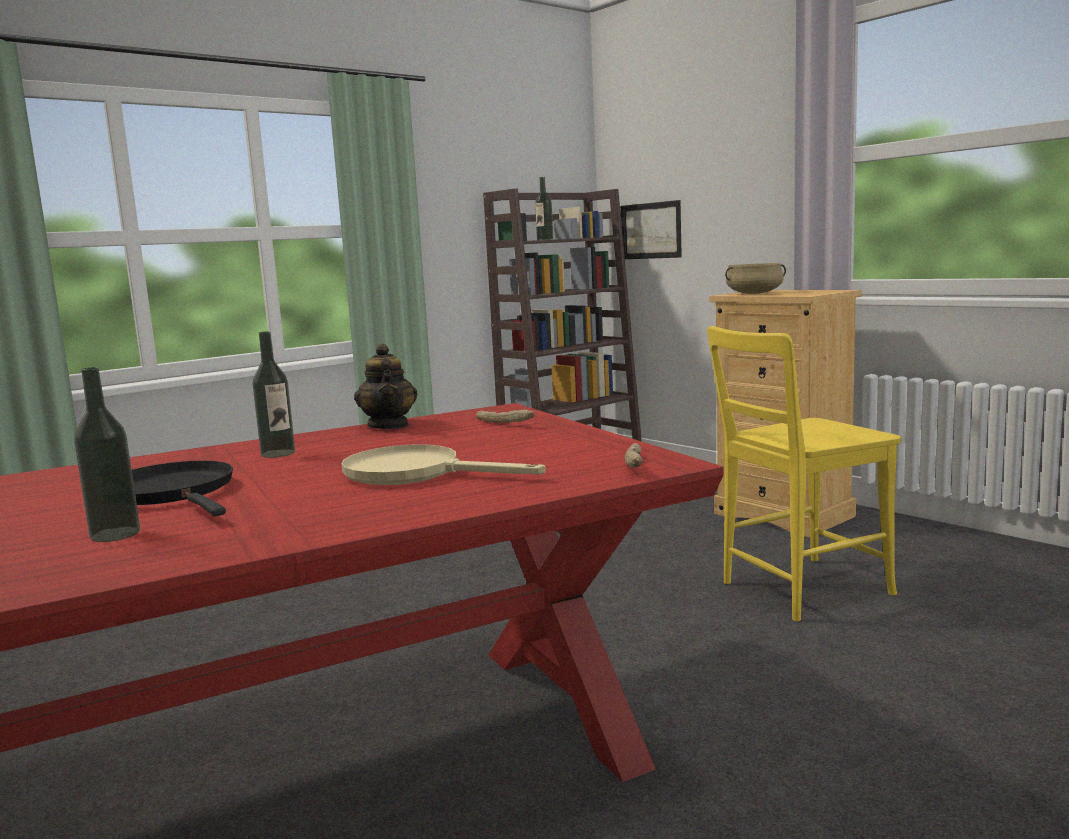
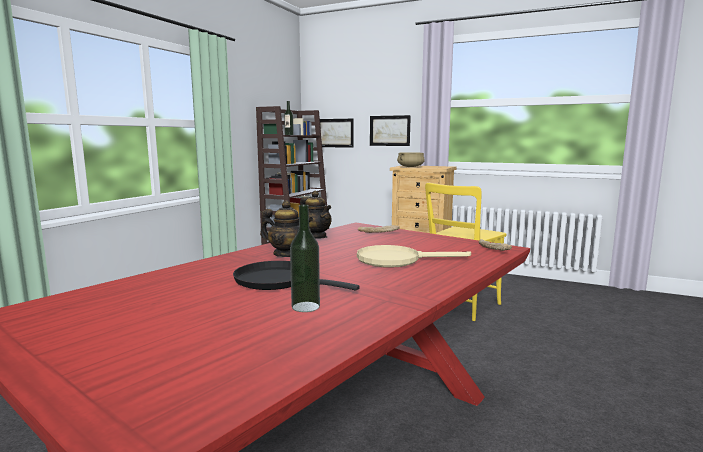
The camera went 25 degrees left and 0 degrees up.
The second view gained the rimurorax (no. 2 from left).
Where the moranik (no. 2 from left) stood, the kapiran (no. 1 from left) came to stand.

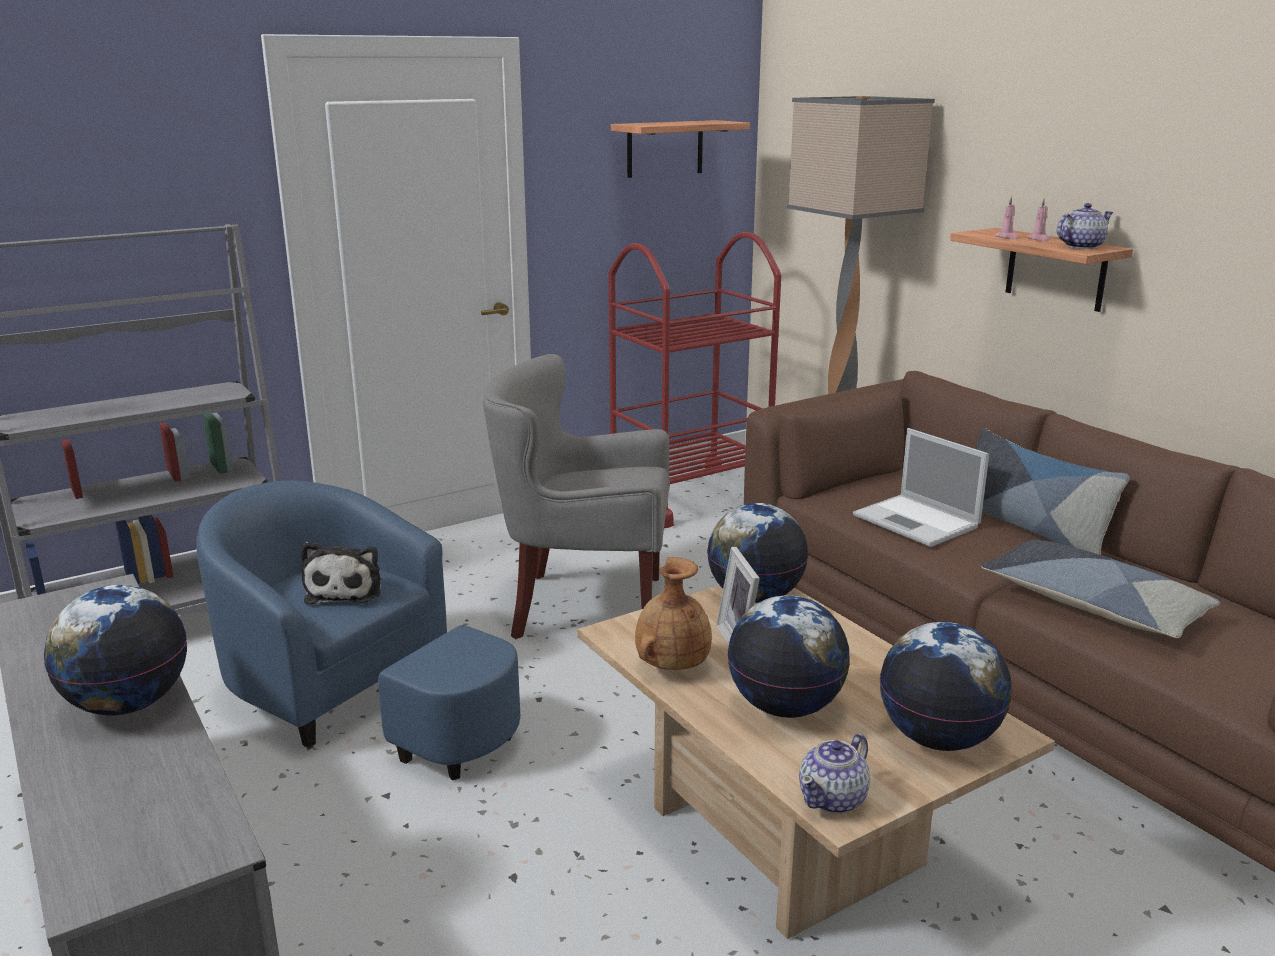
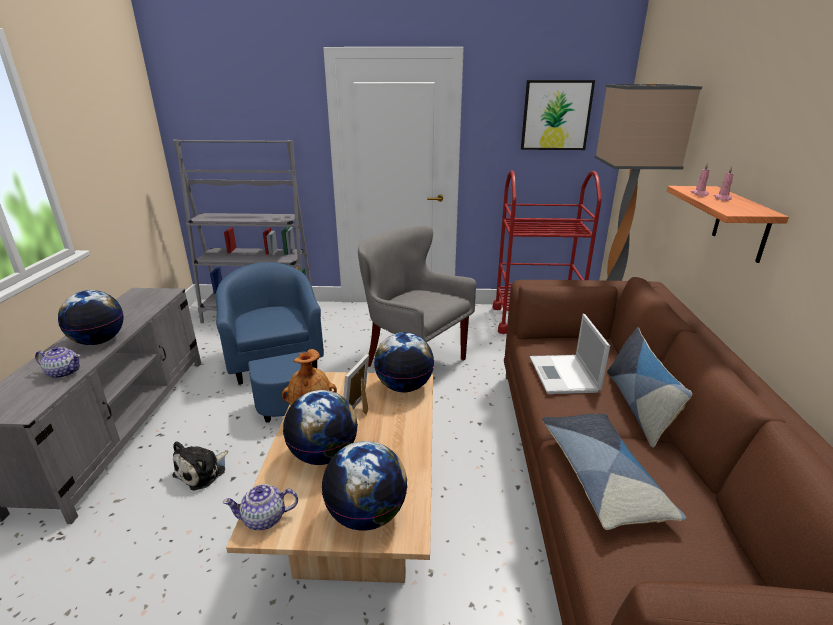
The camera went 35 degrees right and 5 degrees up.
The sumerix ended up elsewhere.
The kapiran (no. 2 from left in the first image) ended up elsewhere.
Where the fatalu (no. 1 from left) hung, the rimurorax came to hang.

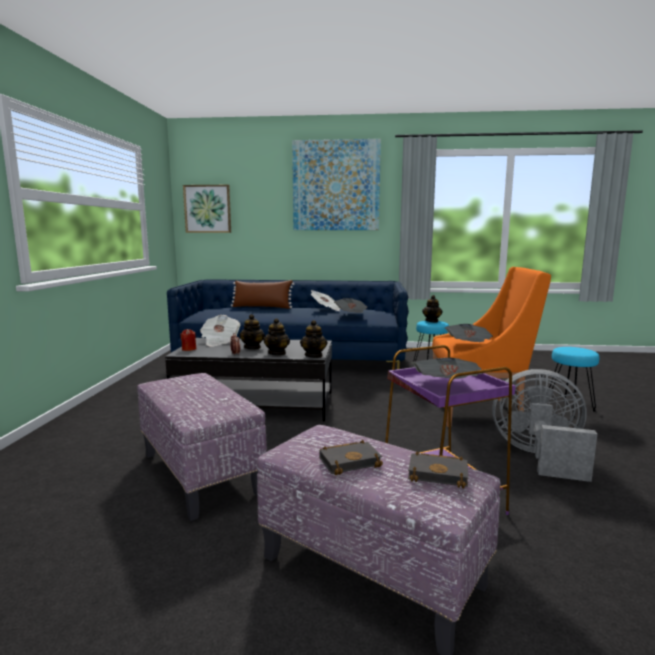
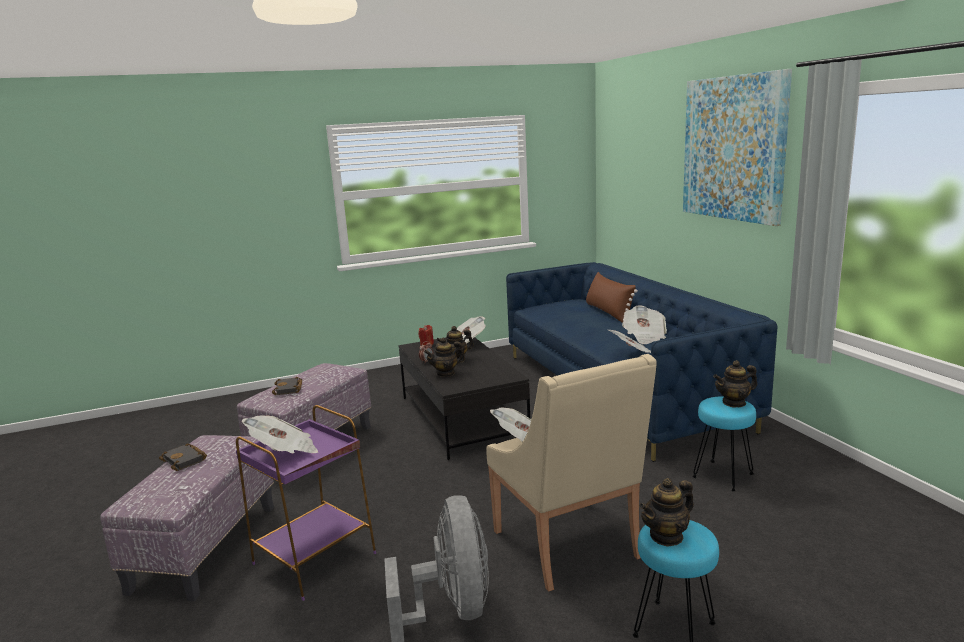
The camera went 65 degrees right and 5 degrees up.
The second view lost the rimurorax (no. 1 from left).
The kapiran (no. 3 from left) ended up elsewhere.
The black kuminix (no. 2 from left) ended up elsewhere.
What was the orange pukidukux turned into the beige pukidukux.

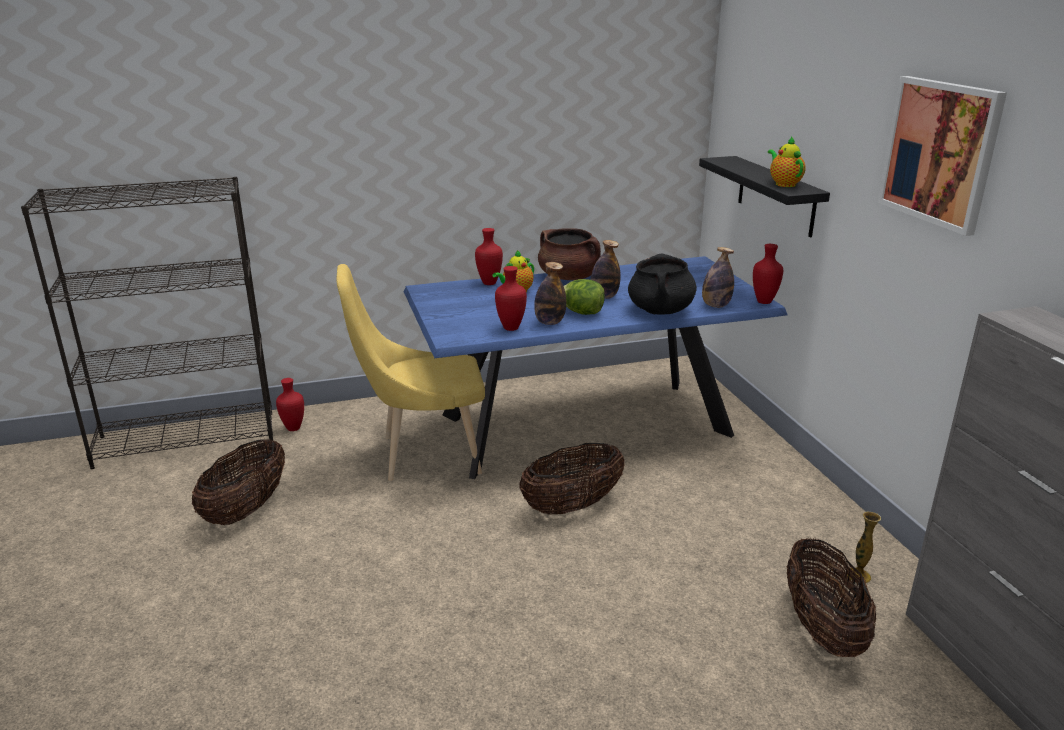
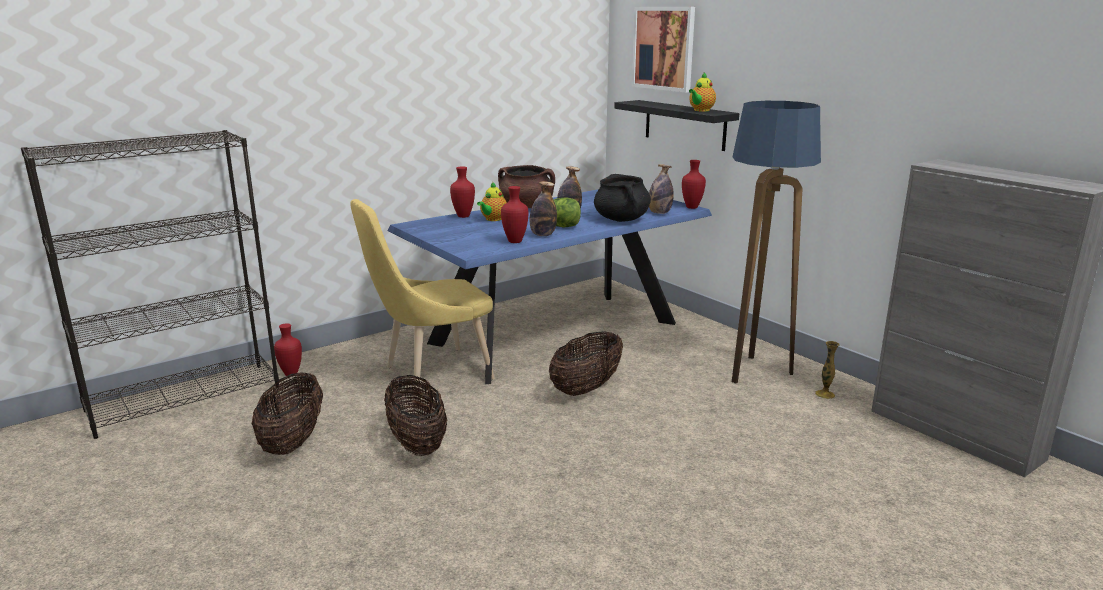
The camera went 20 degrees left and 5 degrees down.
The second view gained the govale.
The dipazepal (no. 3 from left in the first image) ended up elsewhere.
The rimurorax ended up elsewhere.
The kapiran (no. 2 from left) ended up facing another way, 105 degrees counterclockwise from before.

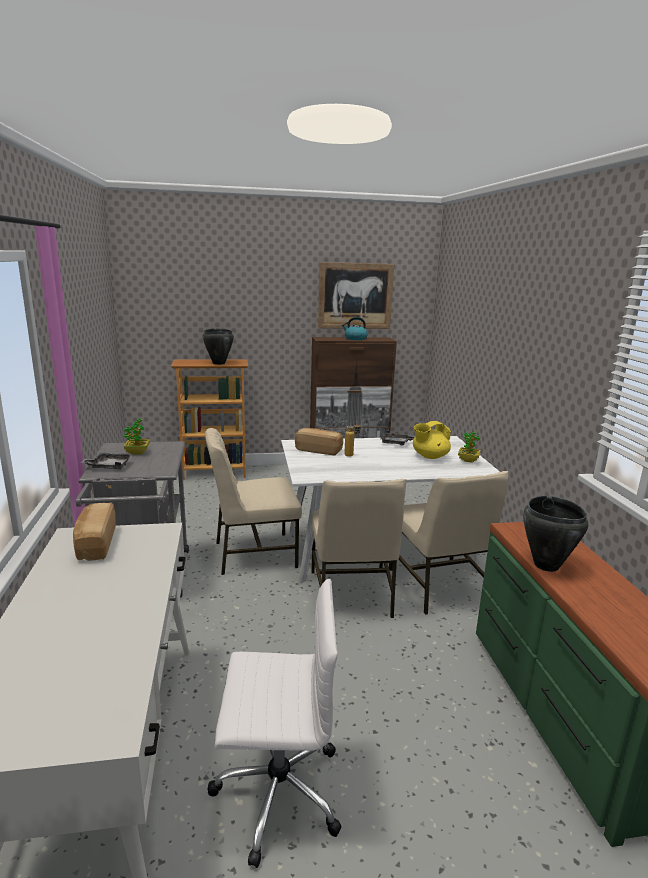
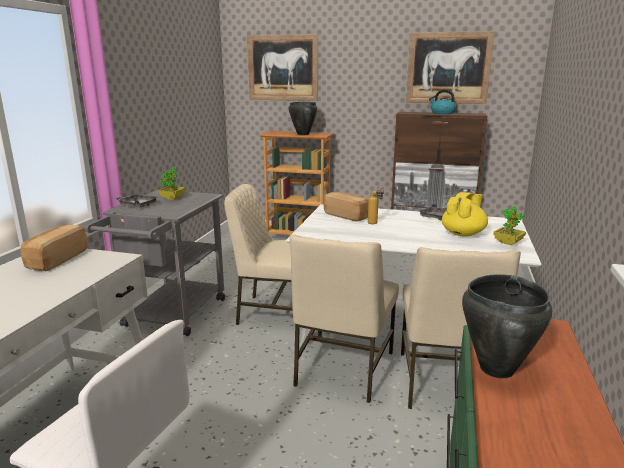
The camera went 25 degrees right and 0 degrees up.
The second view gained the rimurorax (no. 1 from left).
The yellow kapiran ended up facing another way, 135 degrees clockwise from before.

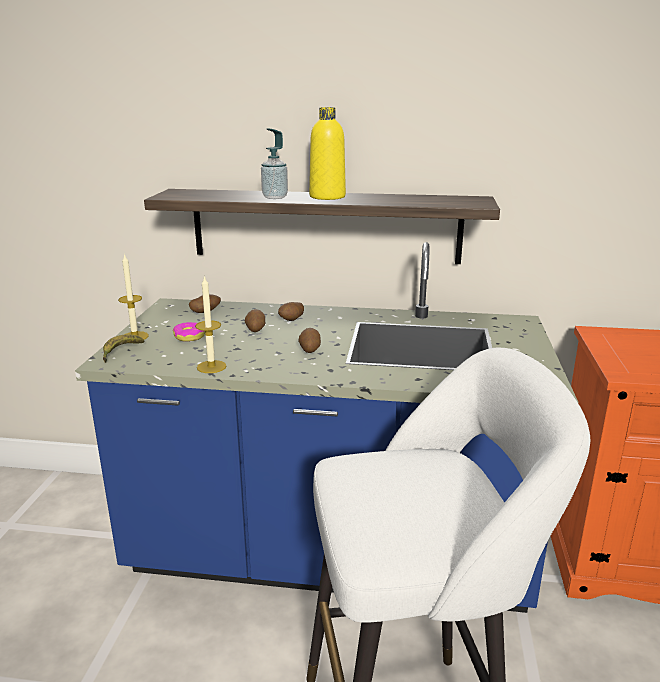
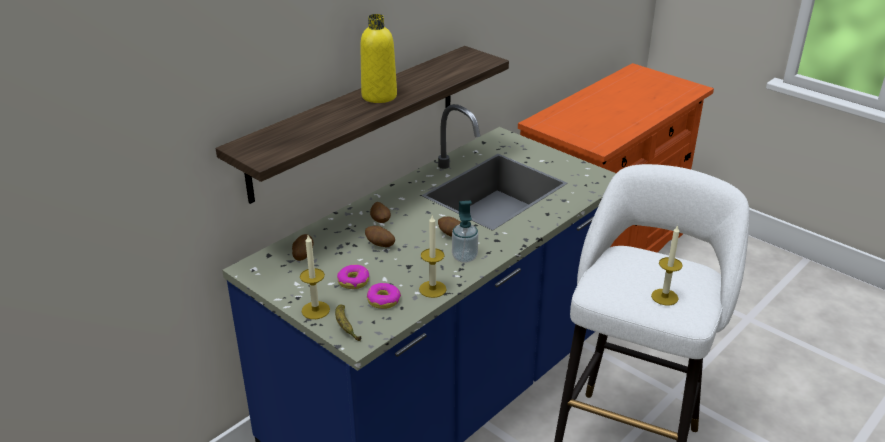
The camera went 55 degrees left and 10 degrees up.
The second view gained the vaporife (no. 2 from left).
The second view gained the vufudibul (no. 3 from left).
The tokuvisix ended up elsewhere.

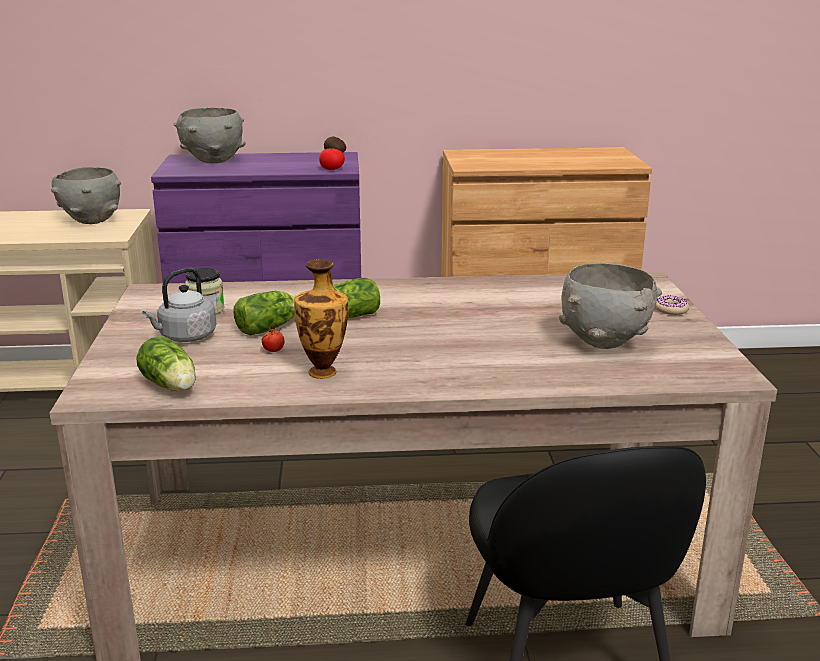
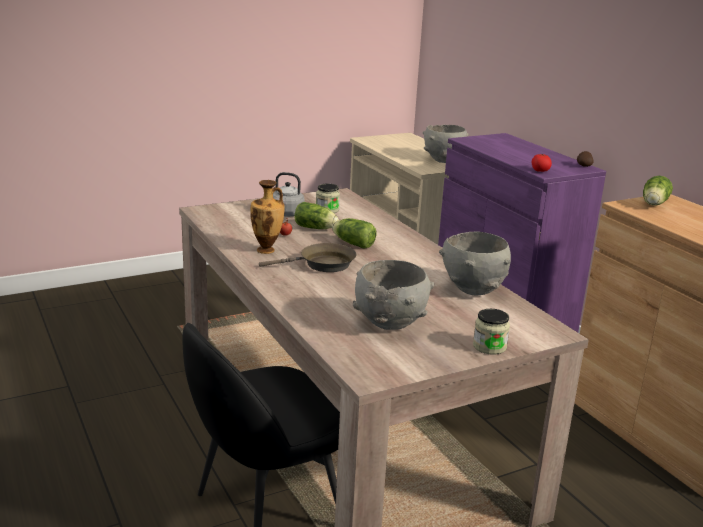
The camera went 65 degrees right and 0 degrees up.
The second view gained the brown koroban.
The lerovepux (no. 1 from left in the first image) ended up elsewhere.
The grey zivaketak (no. 2 from left in the first image) ended up elsewhere.
Where the vaporife stood, the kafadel (no. 2 from left) came to stand.

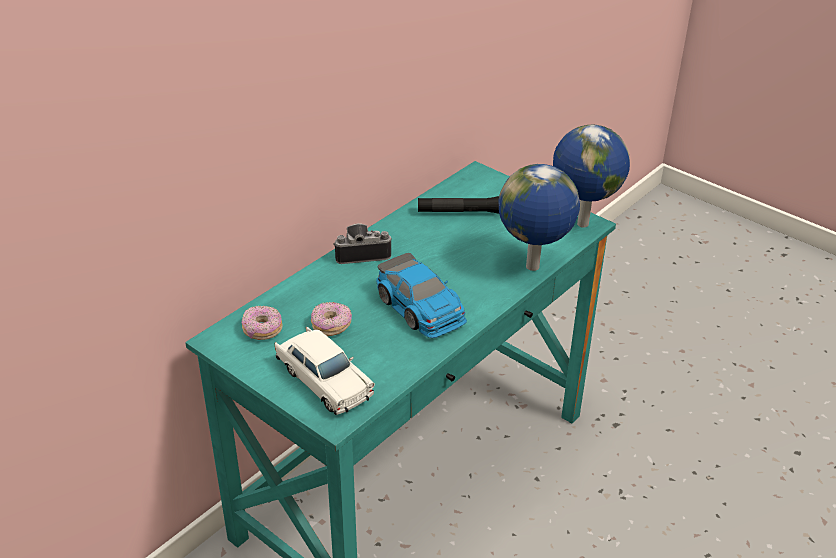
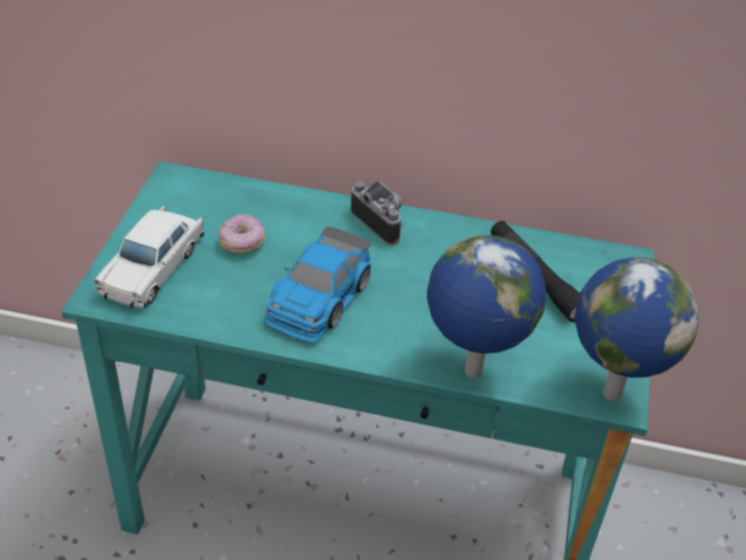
The camera went 60 degrees right and 5 degrees up.
The second view lost the vaporife (no. 1 from left).

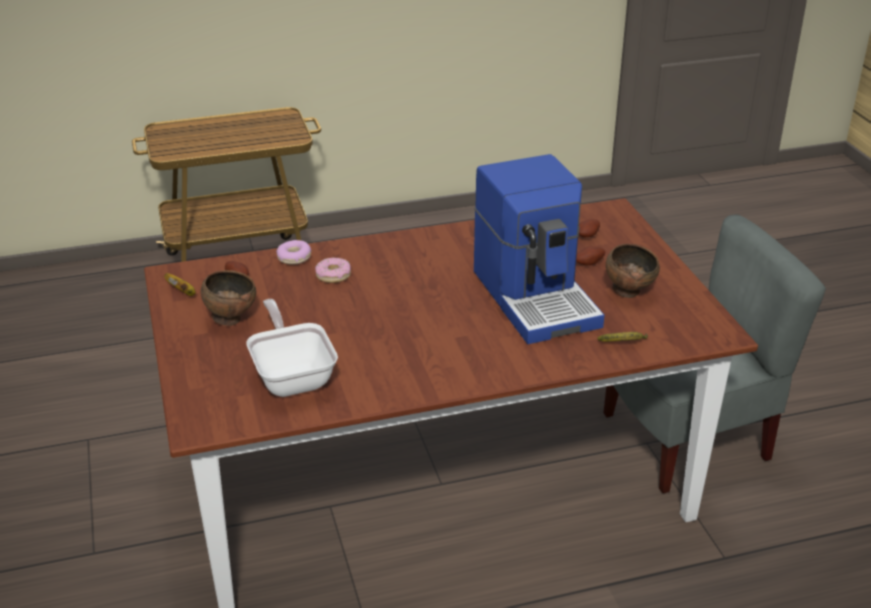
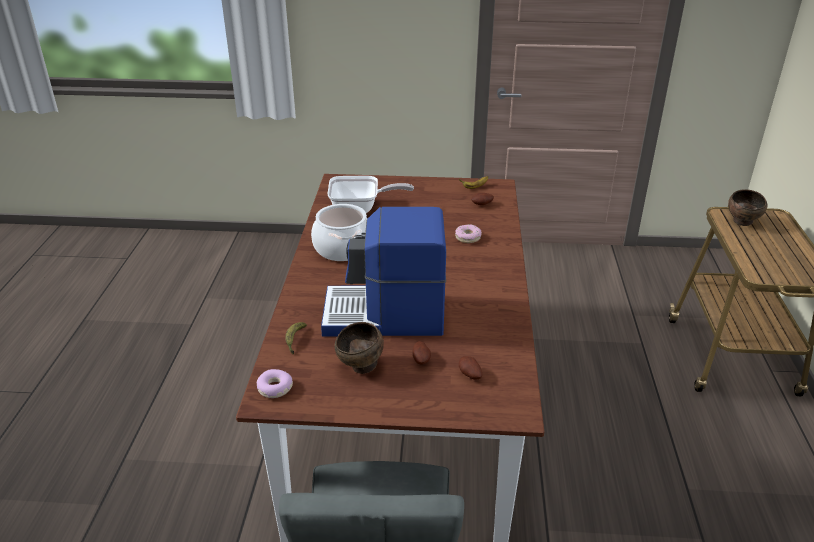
The camera went 110 degrees right and 0 degrees up.
The second view gained the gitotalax.
The brown zivaketak (no. 1 from left in the first image) ended up elsewhere.
The vaporife (no. 1 from left) ended up elsewhere.

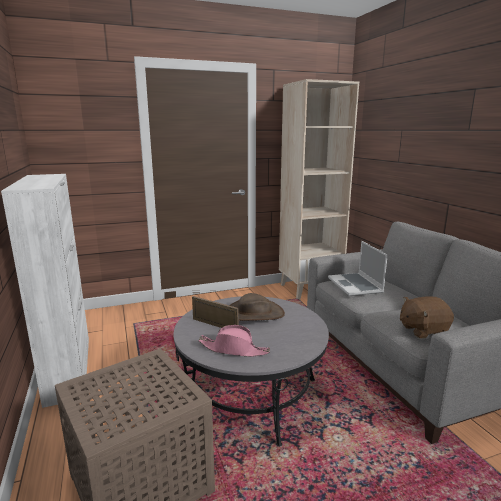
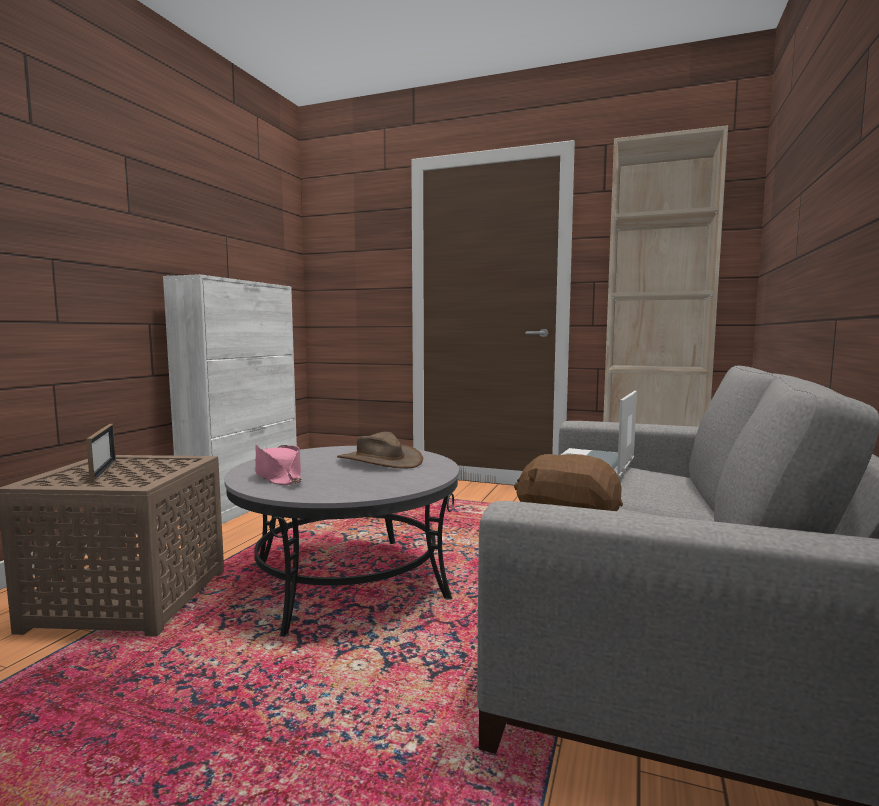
The camera went 40 degrees right and 10 degrees down.
The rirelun ended up elsewhere.

